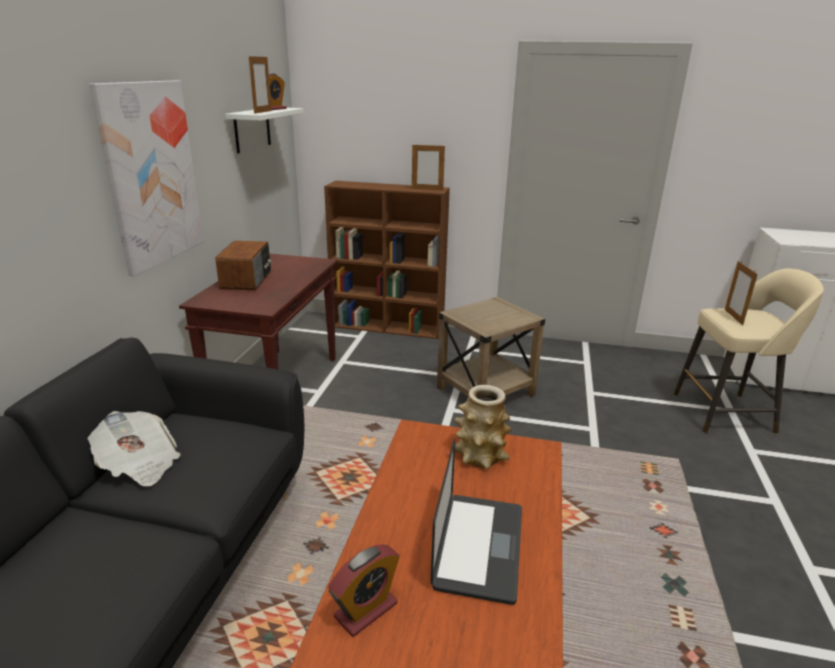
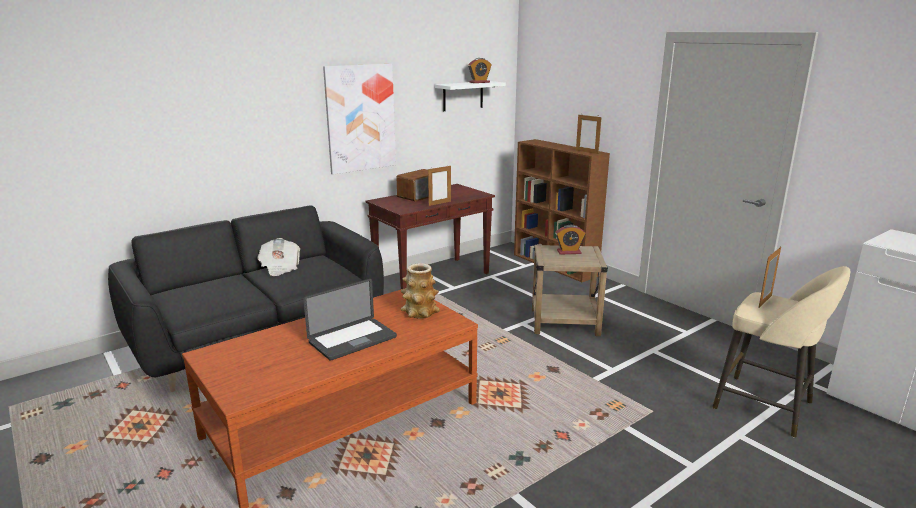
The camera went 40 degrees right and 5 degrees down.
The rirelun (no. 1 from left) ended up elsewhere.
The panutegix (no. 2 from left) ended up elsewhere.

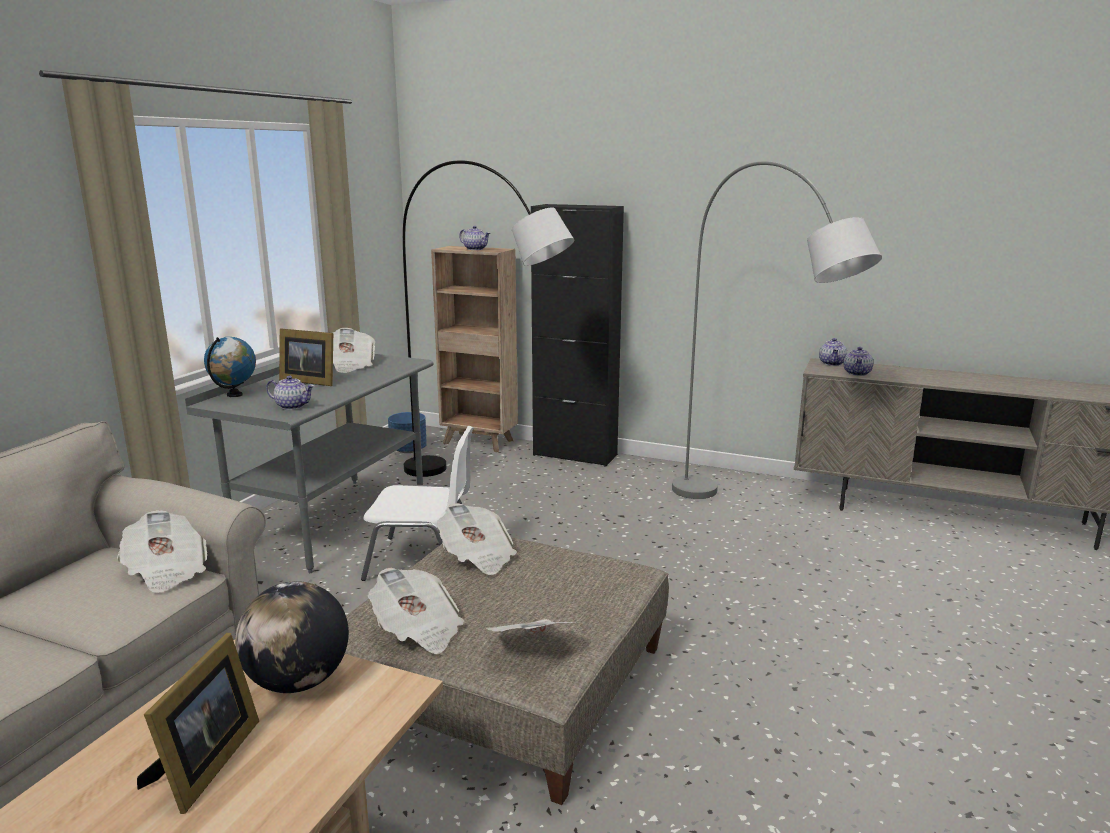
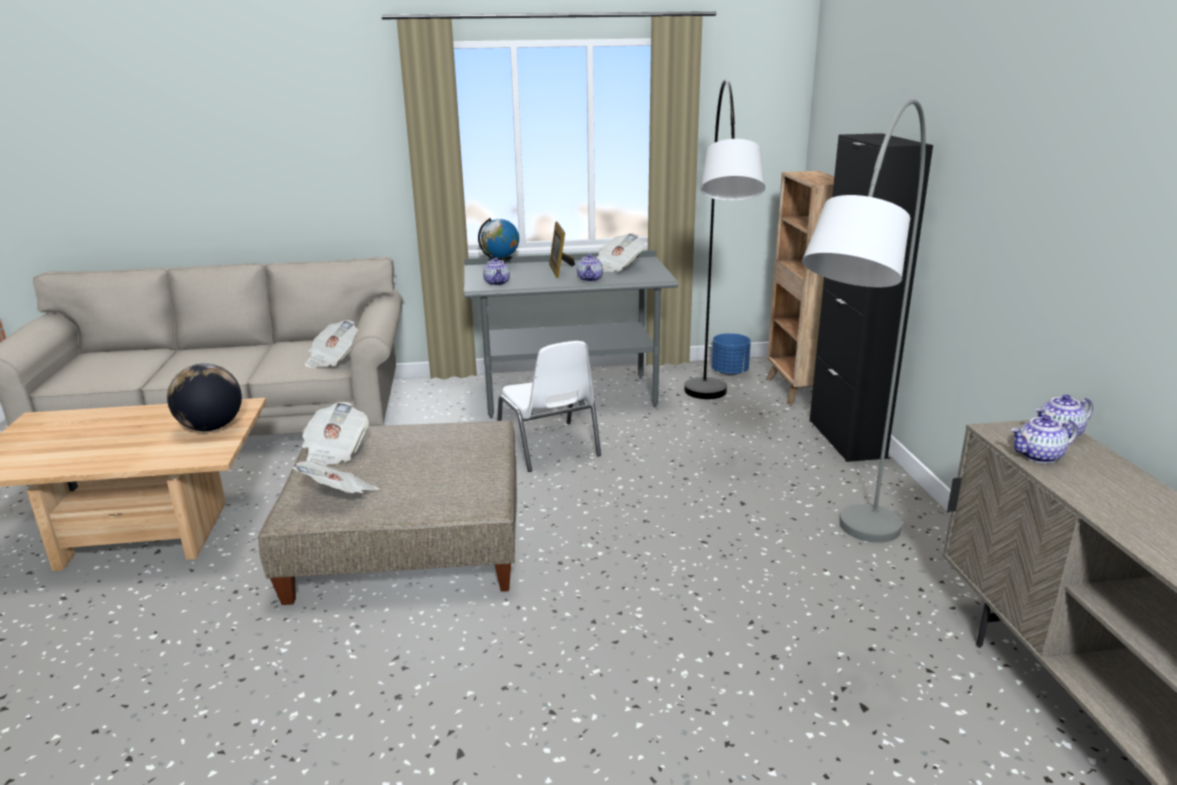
The camera went 60 degrees right and 5 degrees up.
The second view lost the rirelun (no. 1 from left).
The second view lost the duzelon (no. 4 from left).
The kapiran (no. 2 from left) ended up elsewhere.

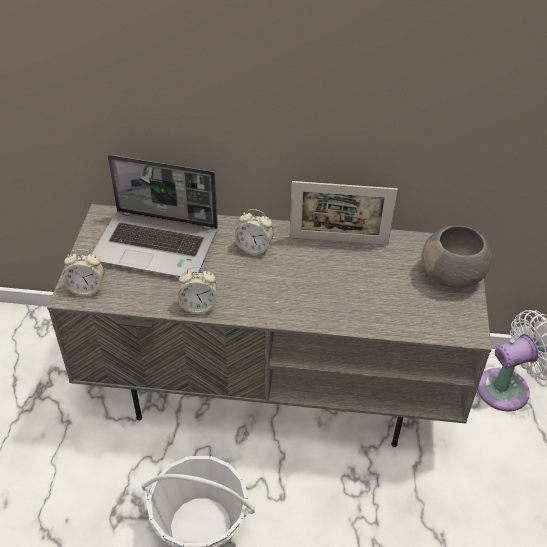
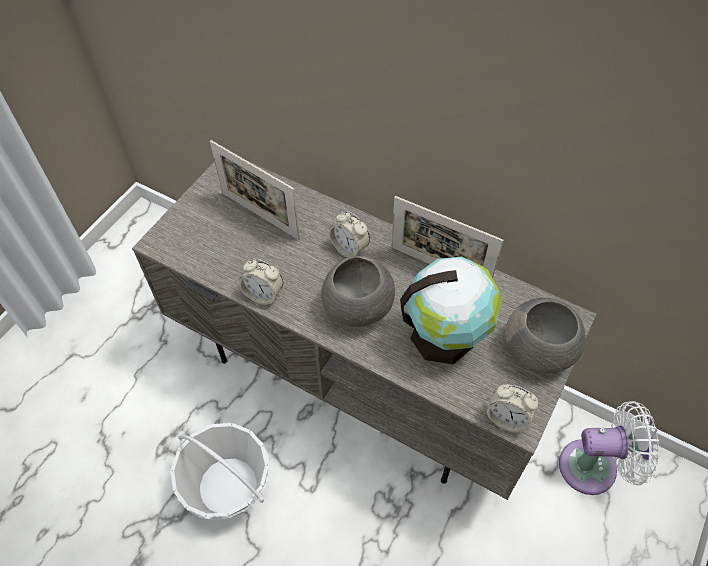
The camera went 25 degrees right and 10 degrees up.
The second view gained the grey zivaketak (no. 1 from left).
The second view gained the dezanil.
The panutegix (no. 1 from left in the first image) ended up elsewhere.
Where the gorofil stood, the rirelun (no. 1 from left) came to stand.

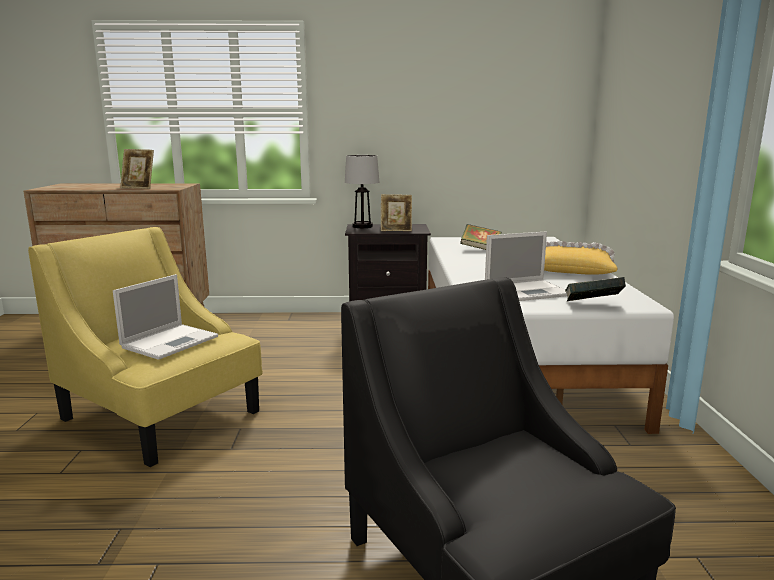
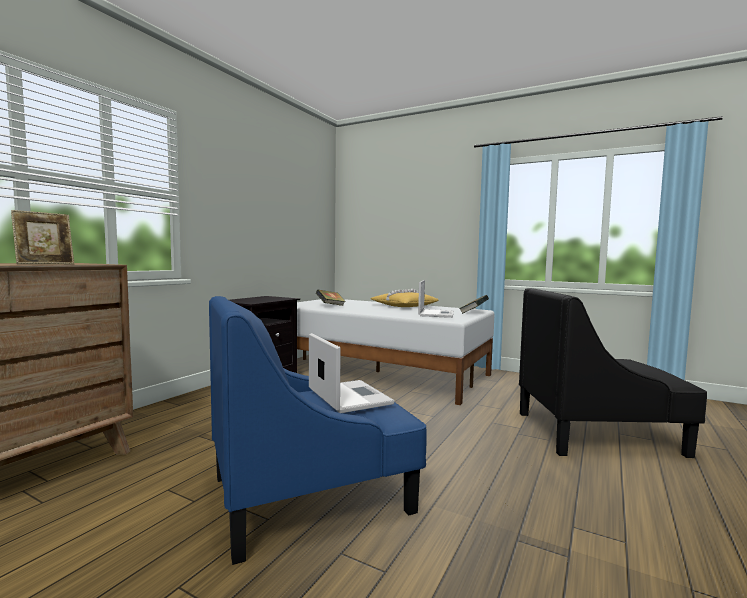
The camera went 60 degrees left and 10 degrees down.
The second view lost the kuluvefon.
The second view lost the rirelun (no. 2 from left).
What was the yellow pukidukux turned into the blue pukidukux.

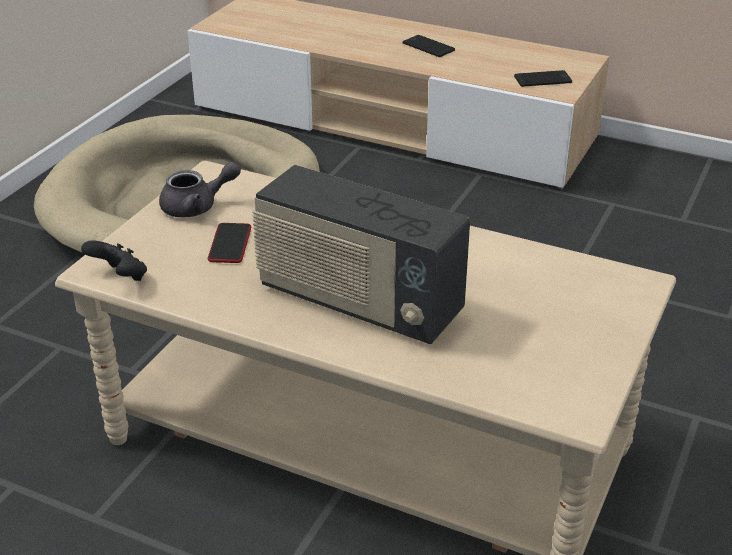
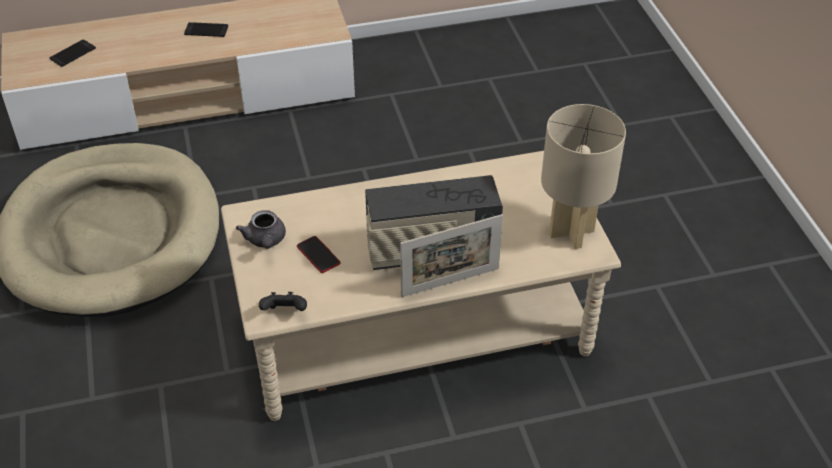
The camera went 40 degrees left and 10 degrees up.
The second view gained the rirelun.
The second view gained the beige kuluvefon.
The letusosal (no. 3 from left in the first image) ended up elsewhere.
The grey kapiran ended up facing another way, 135 degrees clockwise from before.

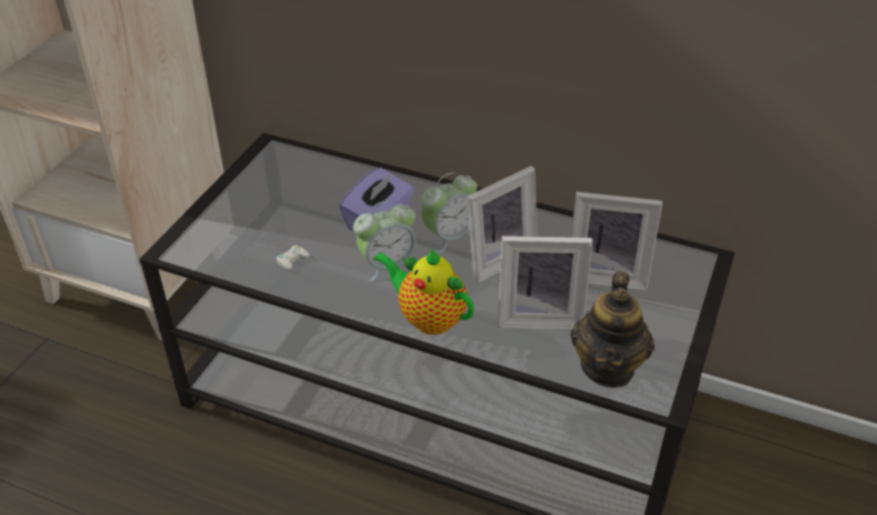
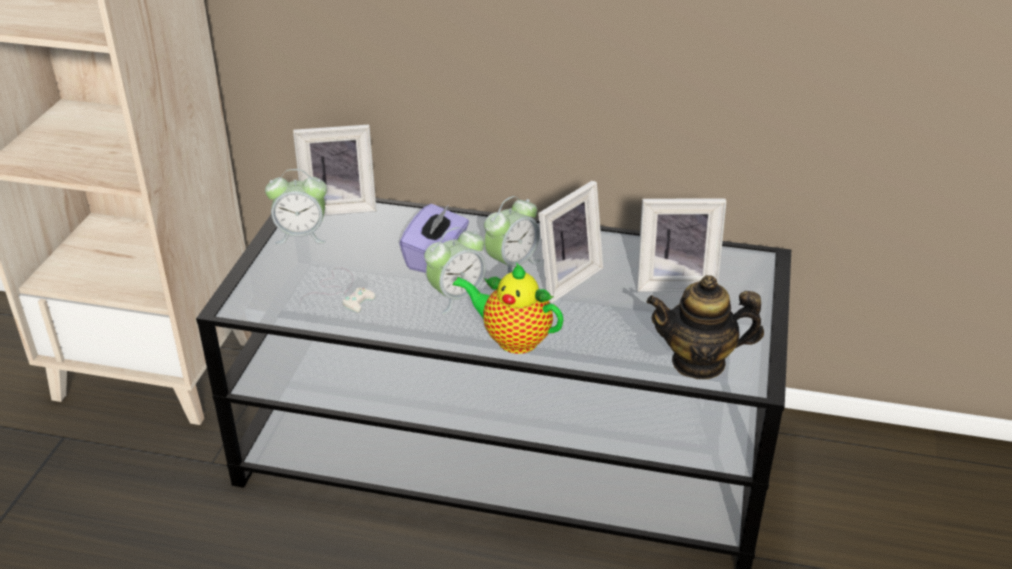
The camera went 10 degrees left and 5 degrees down.
The second view gained the panutegix (no. 1 from left).
The rirelun (no. 2 from left in the first image) ended up elsewhere.
The kapiran (no. 2 from left) ended up facing another way, 90 degrees clockwise from before.

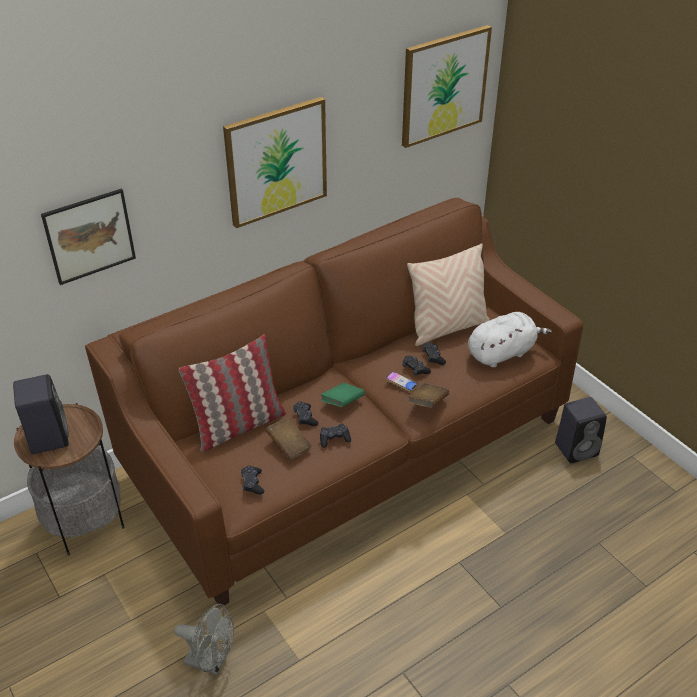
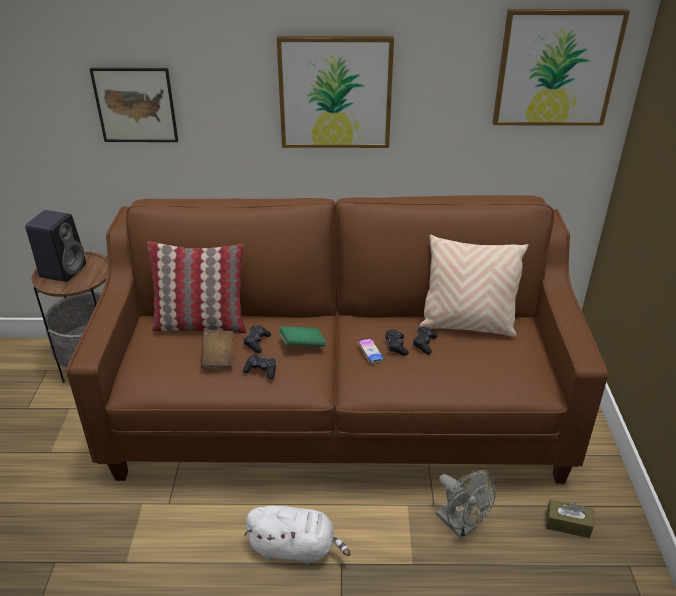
The camera went 35 degrees right and 5 degrees down.
The second view lost the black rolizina (no. 1 from left).
The second view lost the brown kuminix (no. 2 from left).
The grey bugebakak ended up elsewhere.
The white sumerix ended up elsewhere.
Where the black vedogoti (no. 2 from left) stood, the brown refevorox came to stand.

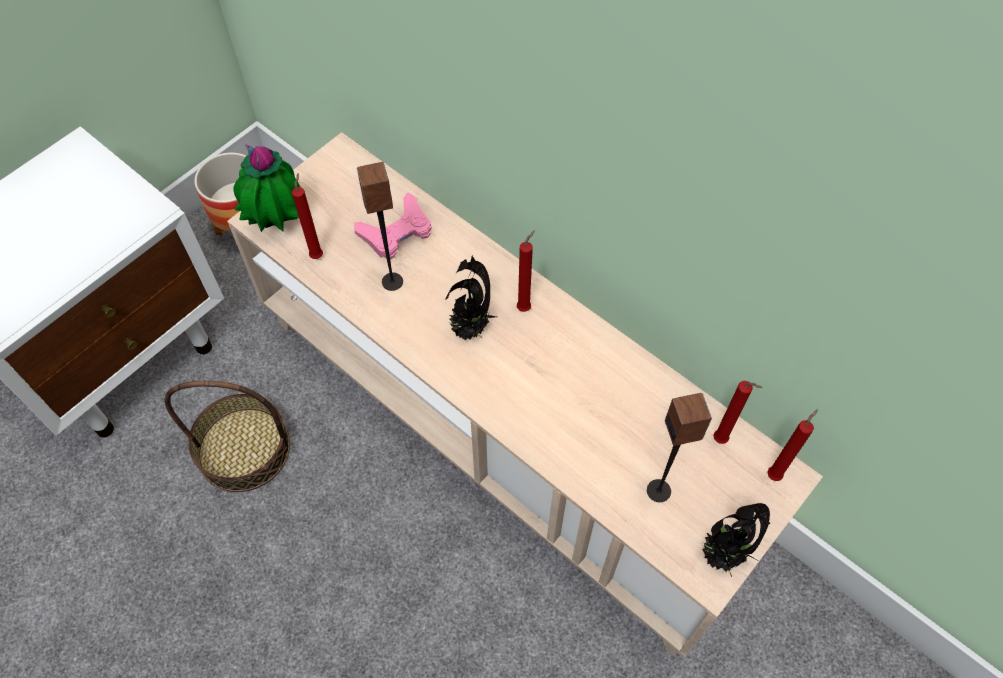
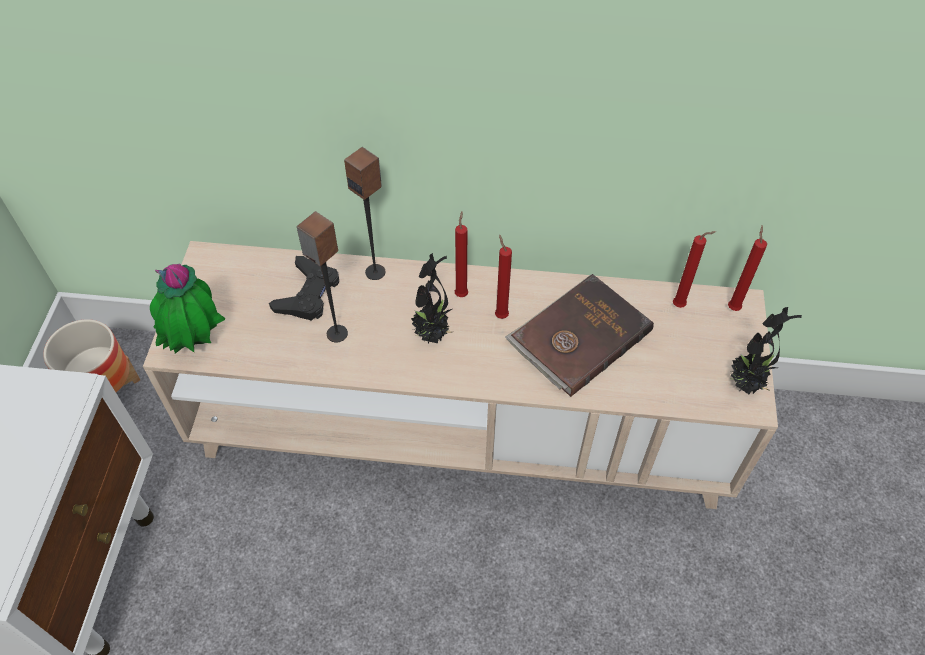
The camera went 35 degrees left and 5 degrees down.
The second view lost the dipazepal.
The second view gained the brown kuminix.
The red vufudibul (no. 1 from left in the first image) ended up elsewhere.
The vedogoti (no. 2 from left) ended up elsewhere.
What was the pink rolizina turned into the black rolizina.

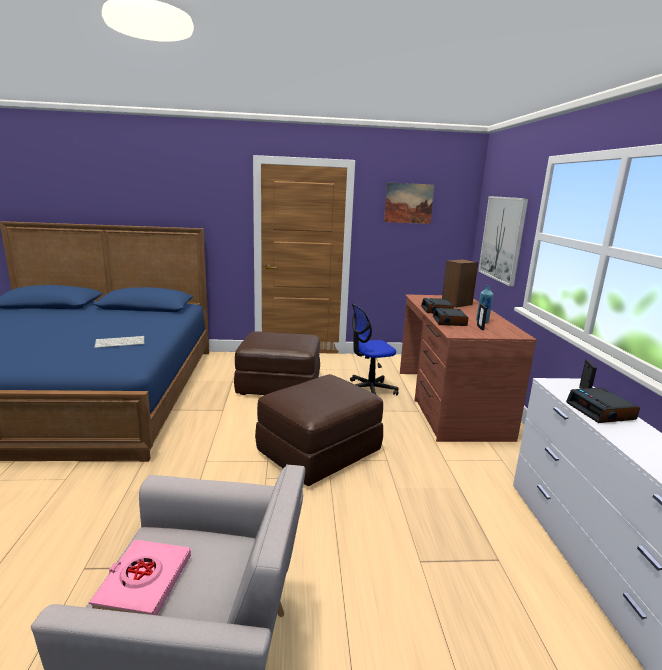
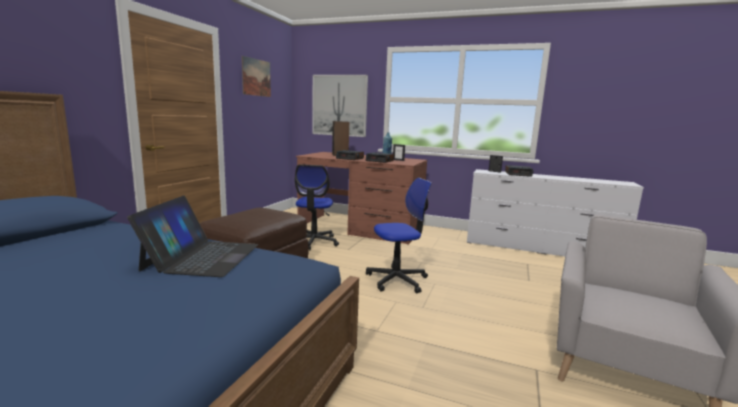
The camera went 65 degrees left and 5 degrees down.
The second view lost the pink kuminix.
Where the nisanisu stood, the gorofil came to stand.
Where the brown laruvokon (no. 2 from left) stood, the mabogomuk (no. 2 from left) came to stand.

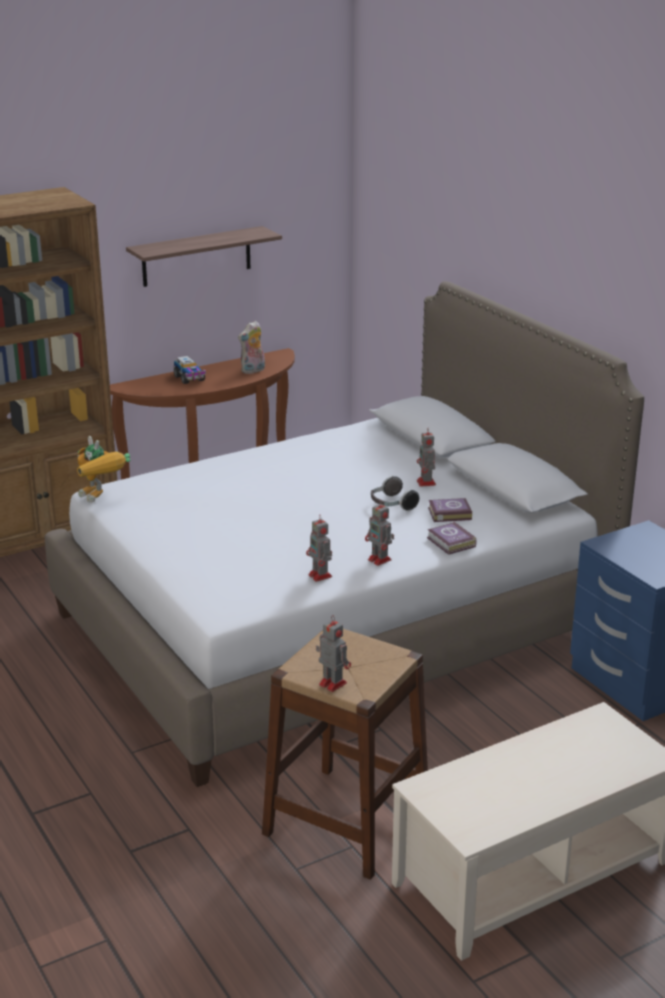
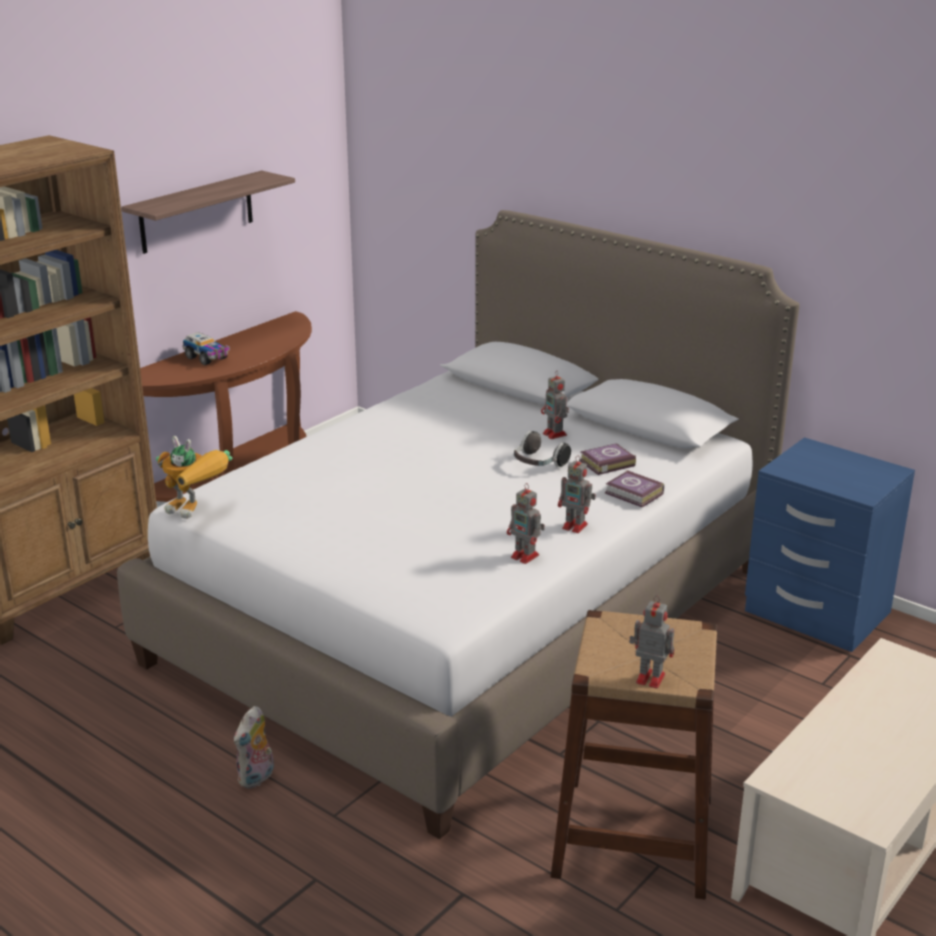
The camera went 20 degrees left and 0 degrees up.
The sumerix ended up elsewhere.

